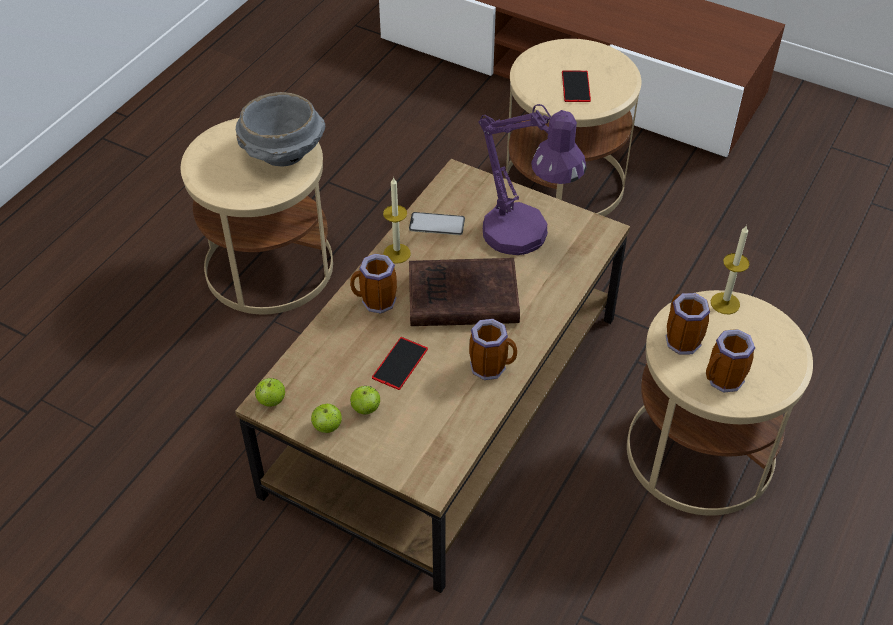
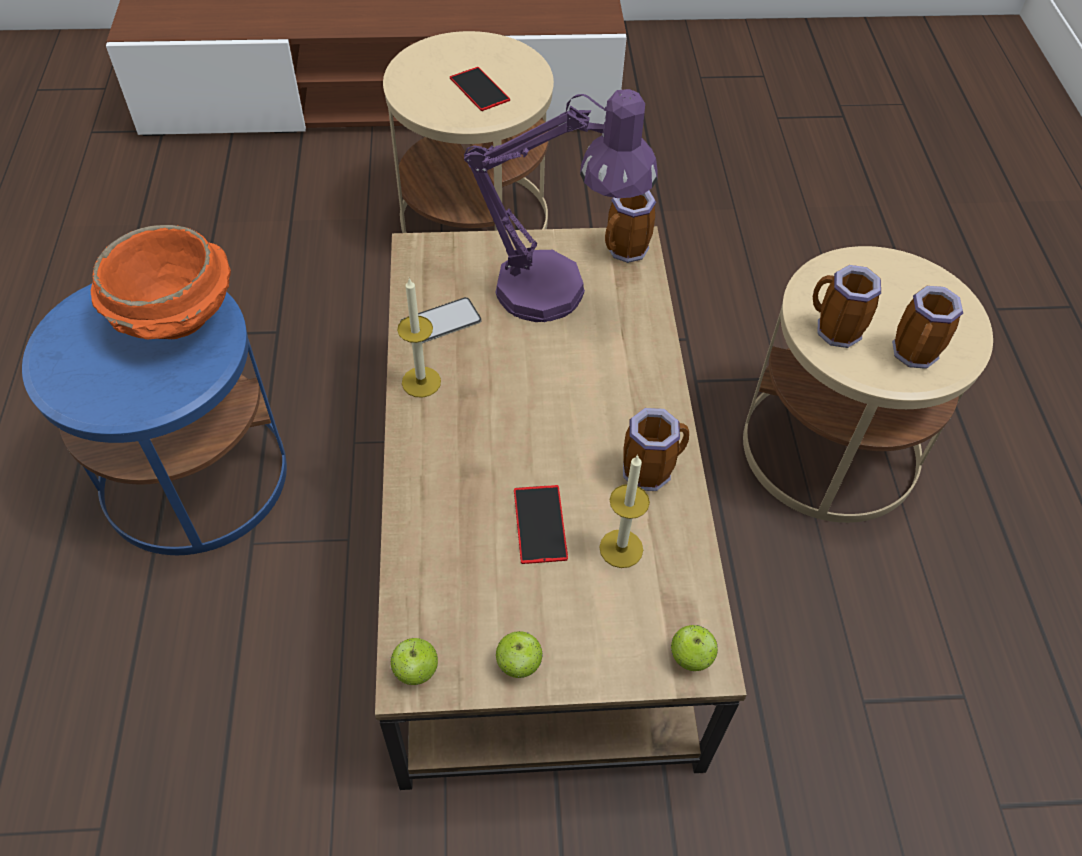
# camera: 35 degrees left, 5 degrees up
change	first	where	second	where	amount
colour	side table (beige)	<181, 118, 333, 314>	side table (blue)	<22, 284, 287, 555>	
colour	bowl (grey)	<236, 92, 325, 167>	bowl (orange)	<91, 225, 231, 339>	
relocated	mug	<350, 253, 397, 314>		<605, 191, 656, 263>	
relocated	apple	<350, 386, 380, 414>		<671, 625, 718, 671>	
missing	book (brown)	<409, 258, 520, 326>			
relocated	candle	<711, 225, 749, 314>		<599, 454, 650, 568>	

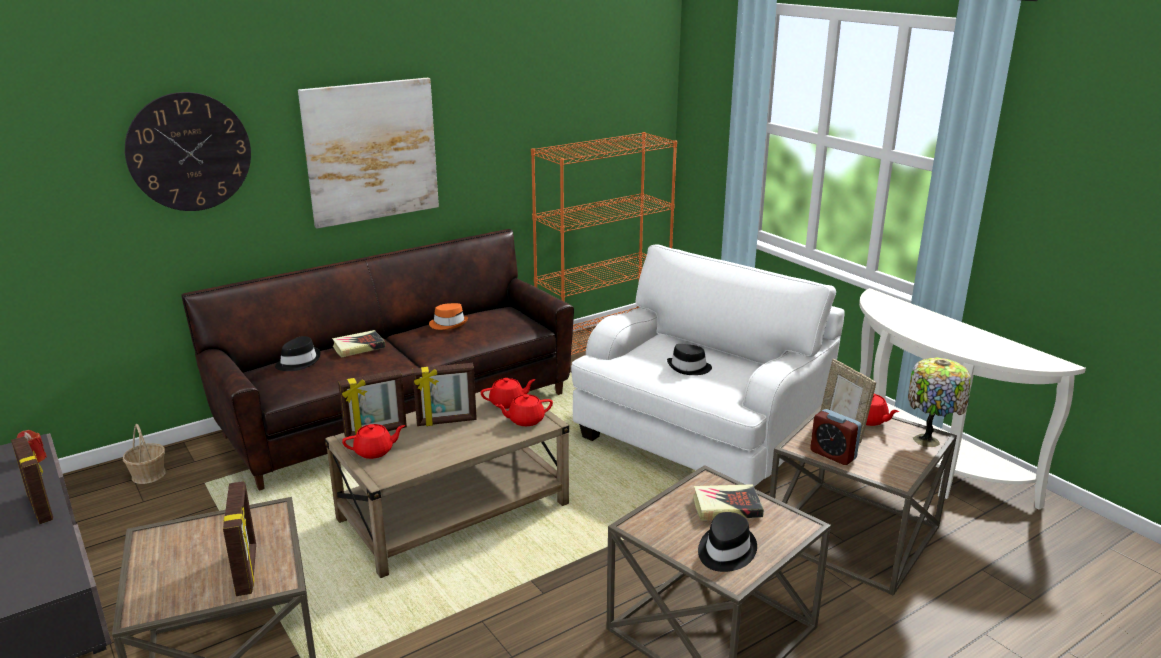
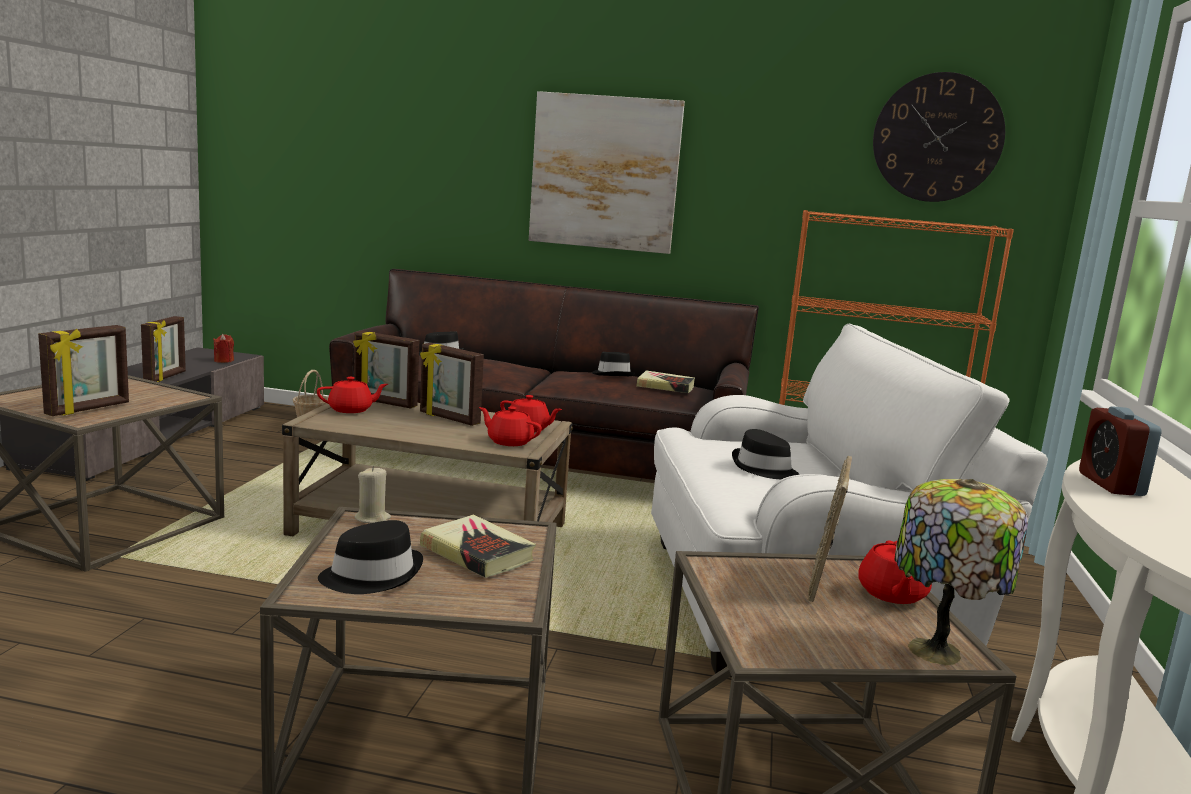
# camera: 45 degrees right, 10 degrees down
change	first	where	second	where	amount
relocated	wall clock	<125, 92, 251, 211>		<873, 72, 1005, 202>	
relocated	book	<332, 330, 385, 358>		<636, 371, 695, 393>	
spun	teapot (red)	<342, 424, 405, 459>		<317, 377, 388, 413>	45 degrees counterclockwise
colour	hat (orange)	<429, 303, 468, 330>	hat (black)	<592, 352, 635, 376>	
relocated	alarm clock	<810, 409, 861, 465>		<1079, 406, 1162, 496>	
appeared			candle (beige)	<354, 466, 391, 523>	

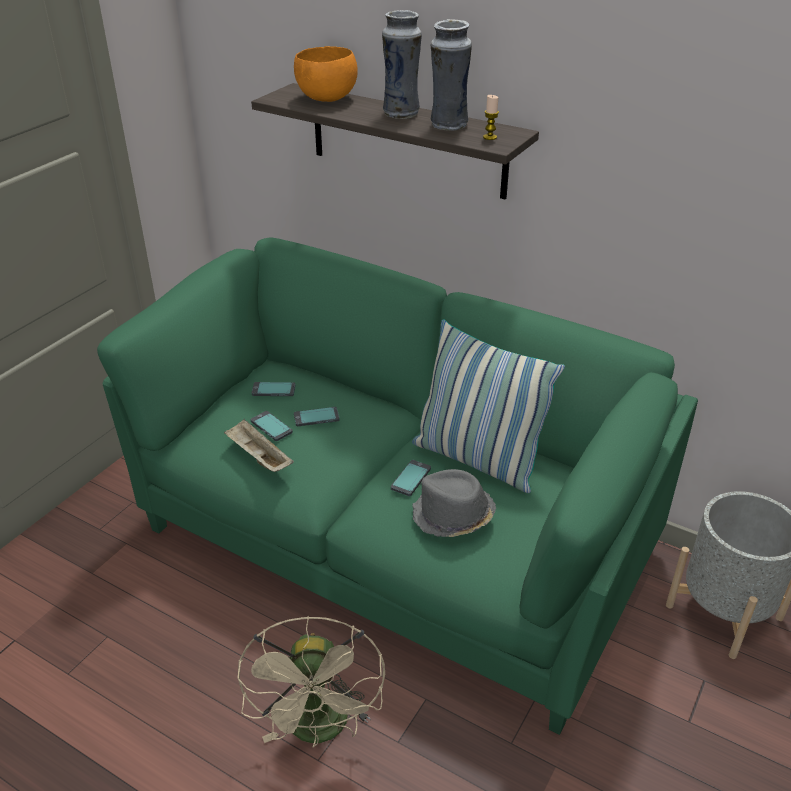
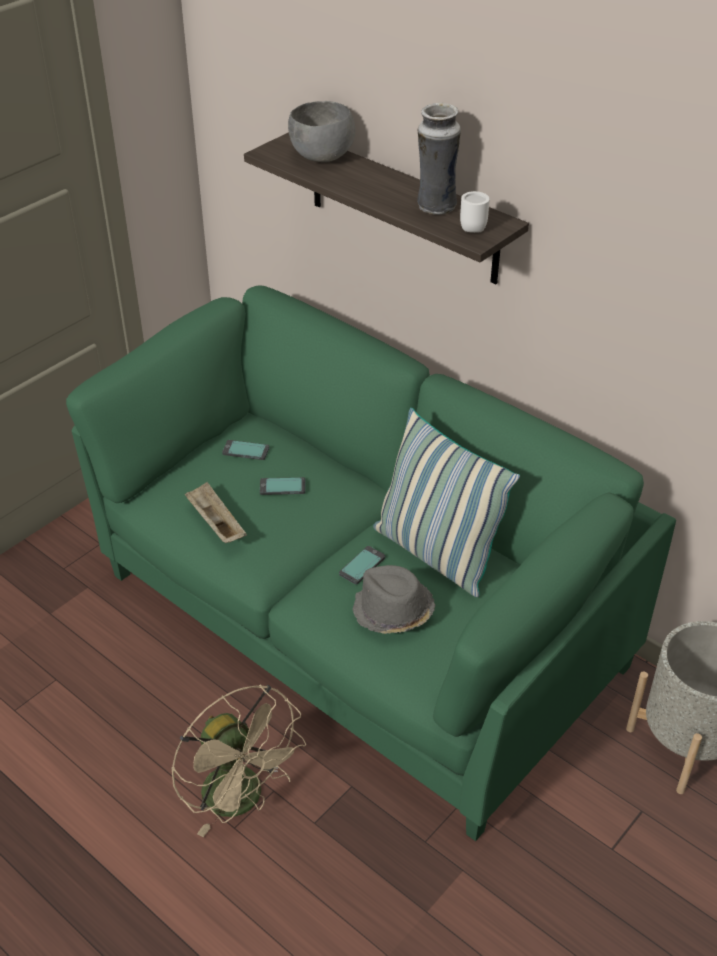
# camera: 10 degrees right, 5 degrees up
change	first	where	second	where	amount
spun	fan (beige)	<237, 616, 385, 748>		<171, 685, 306, 837>	45 degrees counterclockwise
missing	phone	<251, 411, 293, 441>			
colour	bowl (orange)	<294, 46, 358, 102>	bowl (grey)	<288, 101, 355, 162>	
missing	vase	<382, 10, 422, 119>			
exchanged	candle	<483, 95, 499, 140>	mug (white)	<460, 191, 490, 233>	

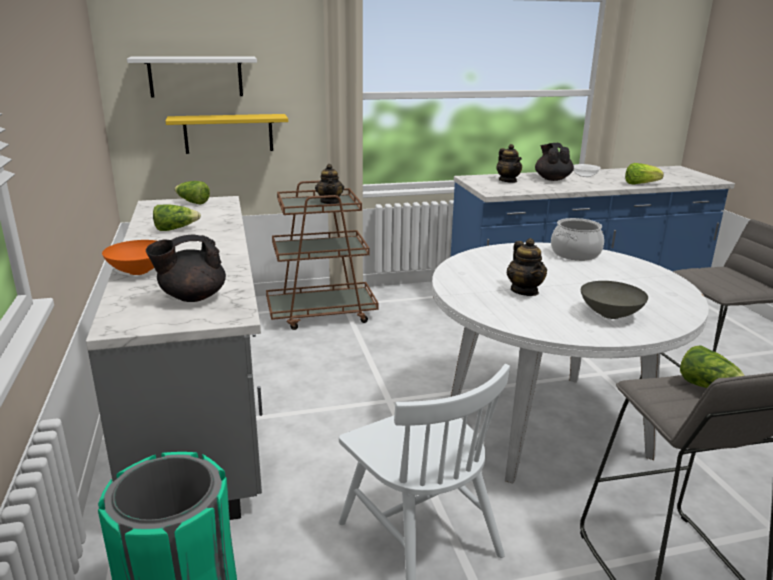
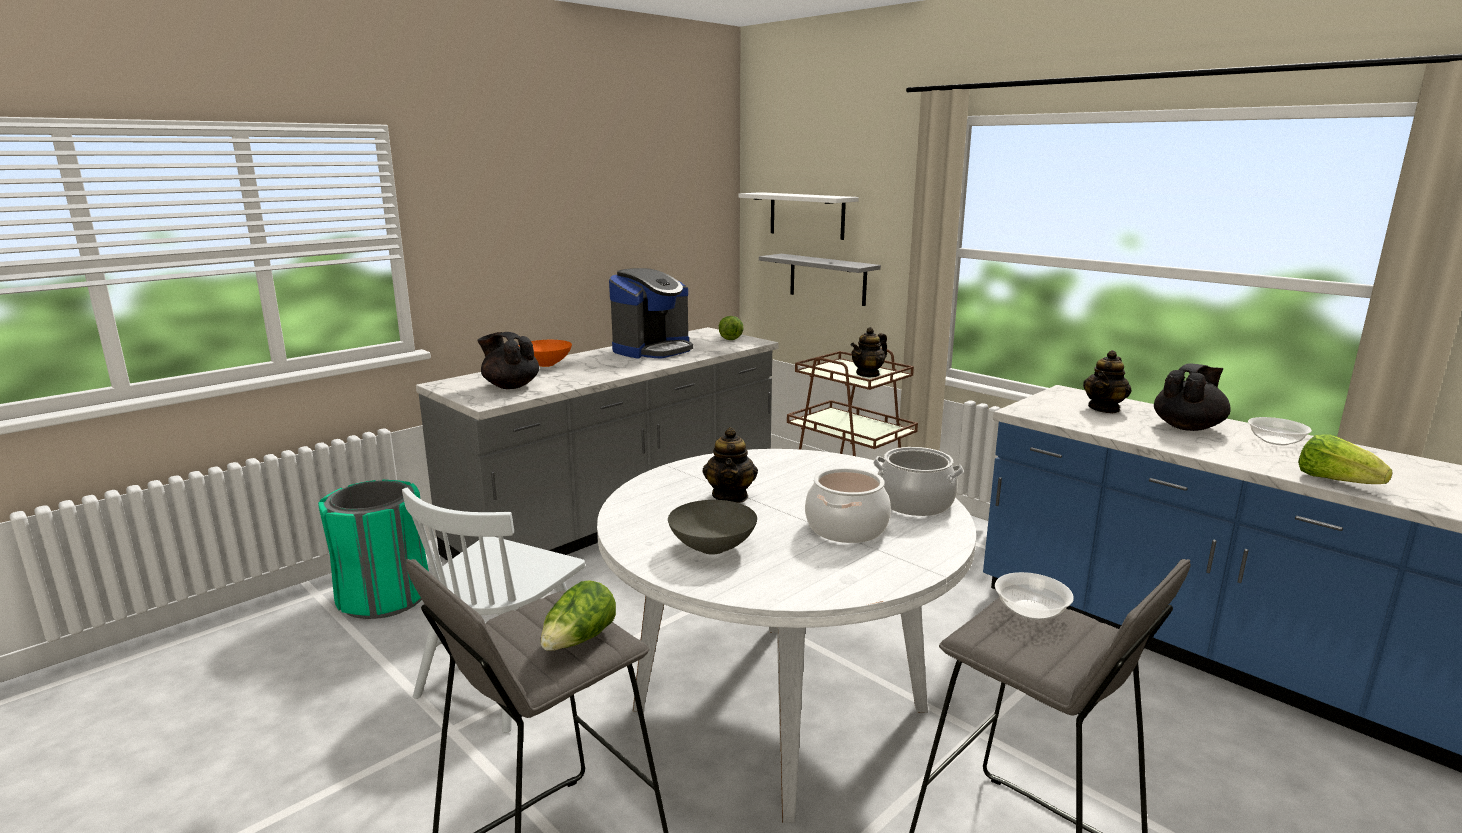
# camera: 60 degrees right, 5 degrees down
change	first	where	second	where	amount
exchanged	lettuce	<153, 204, 201, 231>	coffee machine	<609, 268, 693, 359>	
colour	shelf (yellow)	<166, 114, 288, 154>	shelf (grey)	<759, 254, 881, 306>	
spun	teapot	<506, 238, 547, 296>		<703, 427, 758, 503>	45 degrees counterclockwise
appeared			cooking pot	<805, 467, 891, 543>	
appeared			bowl	<995, 572, 1074, 620>	

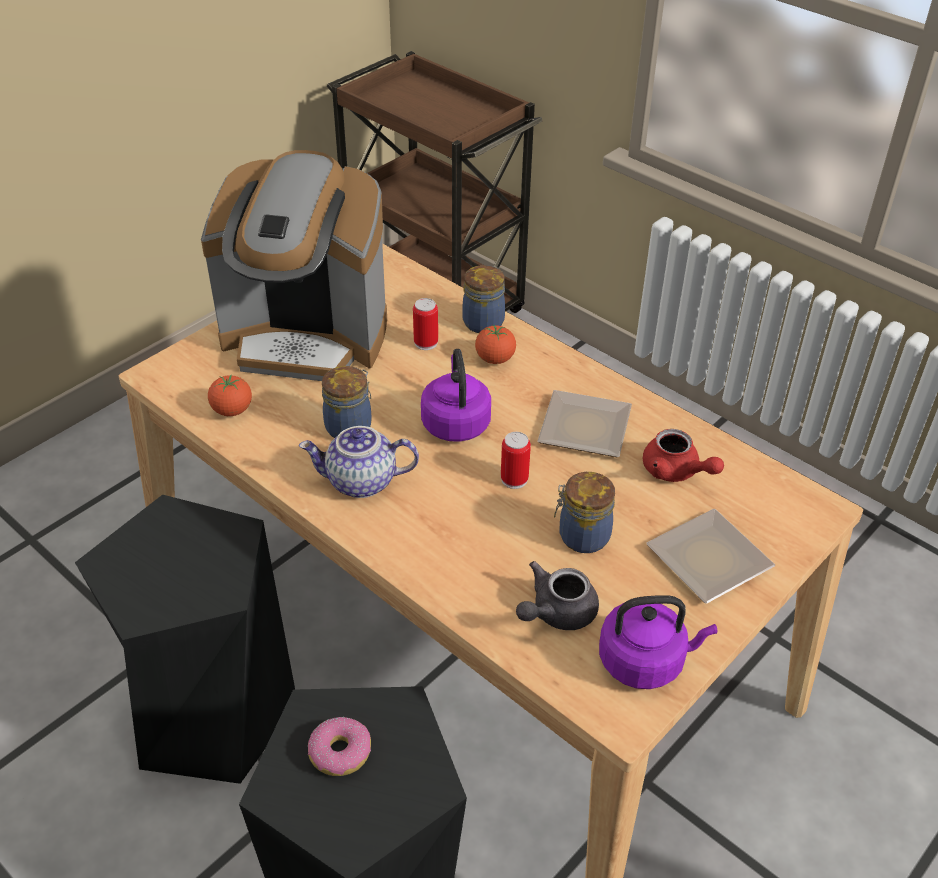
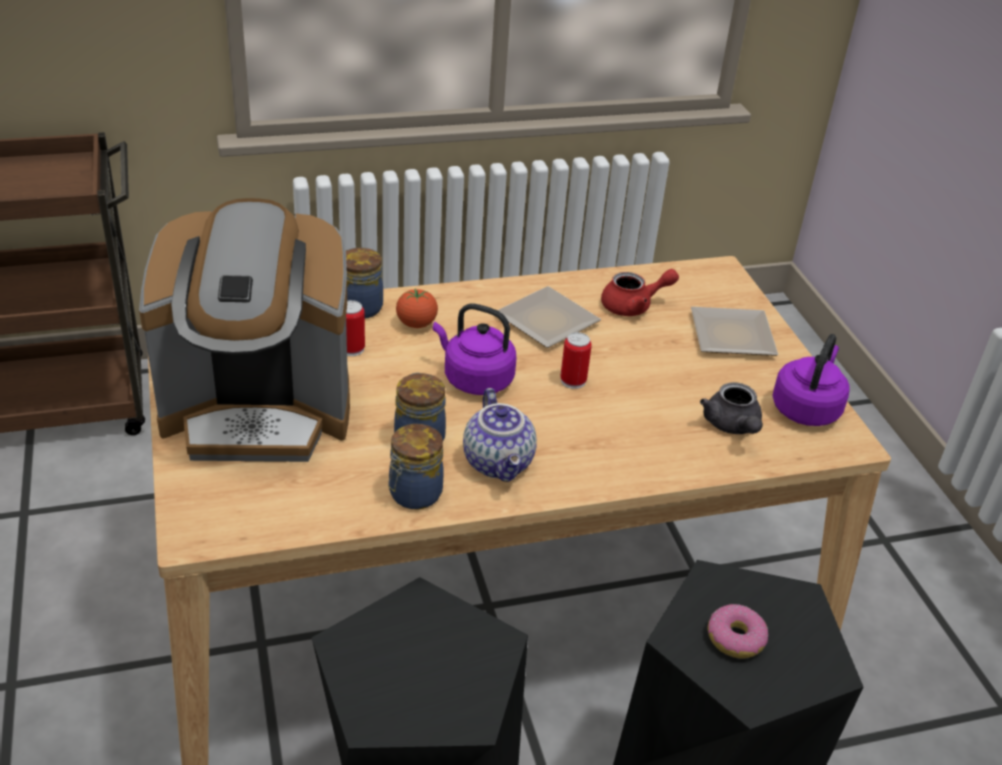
# camera: 60 degrees left, 5 degrees down
change	first	where	second	where	amount
spun	coffee machine	<201, 150, 387, 381>		<139, 198, 350, 462>	45 degrees clockwise
missing	tomato	<208, 374, 252, 416>			
spun	teapot	<299, 426, 419, 498>		<463, 388, 537, 482>	45 degrees counterclockwise
relocated	jar	<554, 472, 615, 553>		<388, 424, 444, 509>	

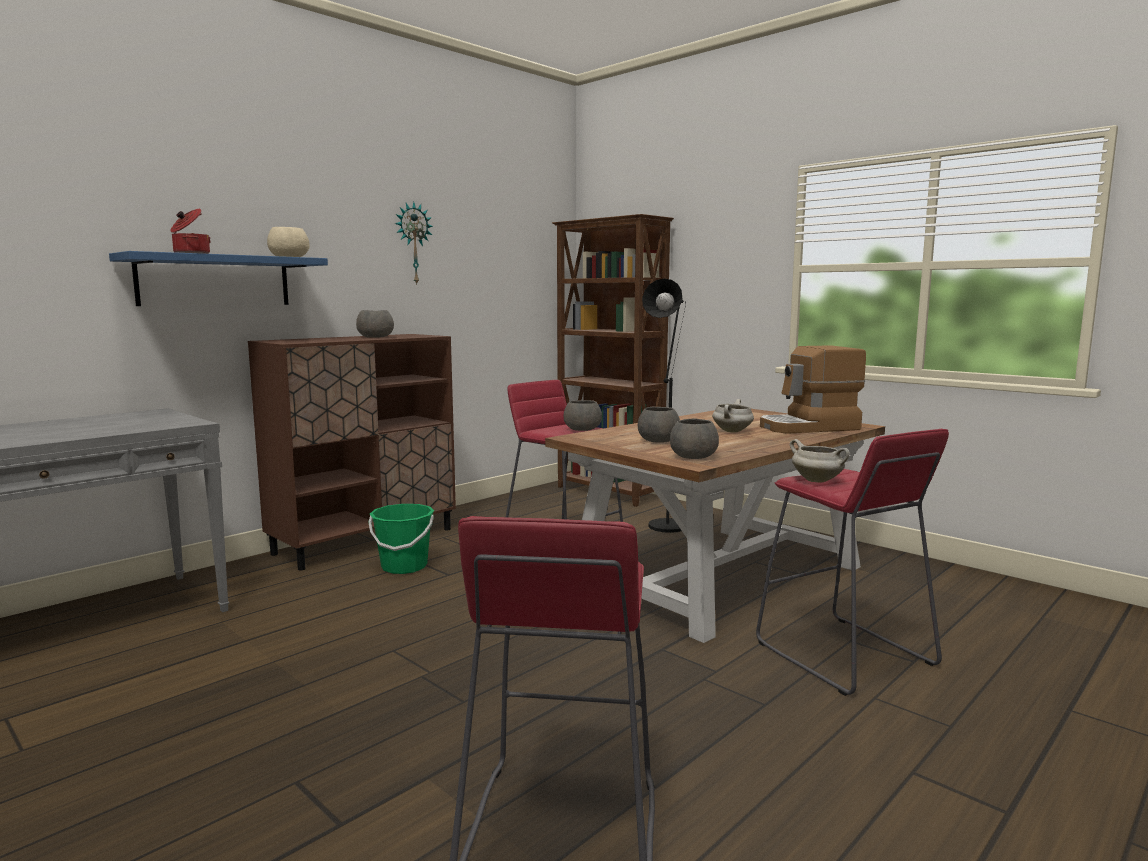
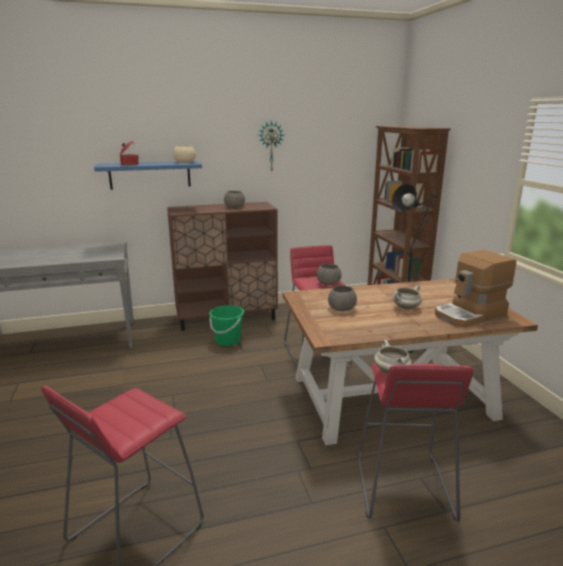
# camera: 30 degrees right, 10 degrees up
change	first	where	second	where	amount
missing	bowl (grey)	<670, 419, 719, 459>			
spun	coffee machine	<760, 345, 866, 434>		<435, 250, 516, 327>	45 degrees counterclockwise

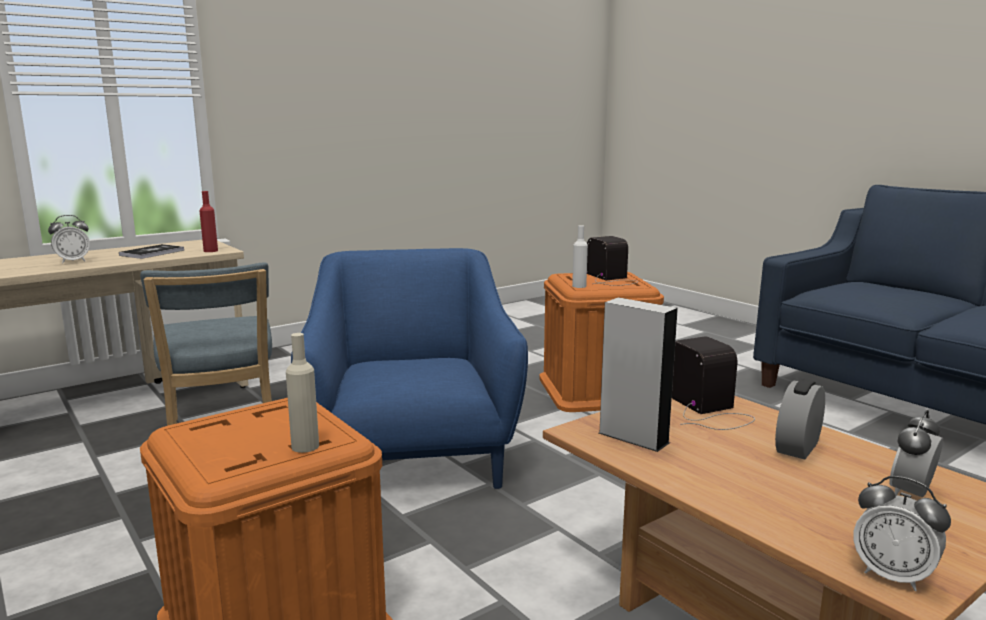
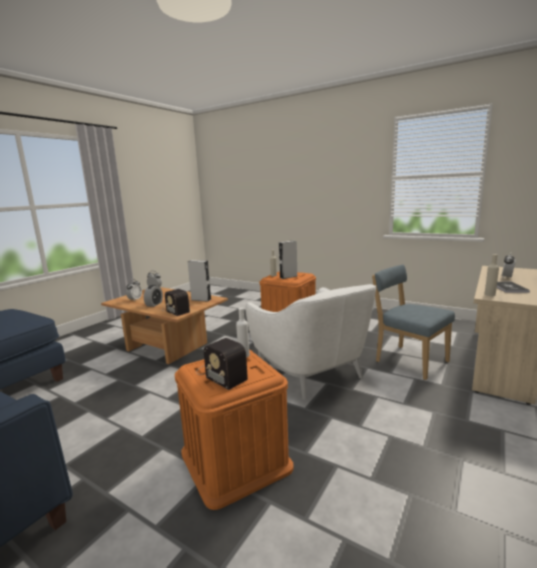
# camera: 160 degrees right, 0 degrees up
change	first	where	second	where	amount
colour	bottle (red)	<199, 191, 218, 252>	bottle (beige)	<485, 254, 499, 296>	
colour	armchair (blue)	<291, 248, 528, 489>	armchair (white)	<246, 284, 376, 400>	
appeared			speaker (grey)	<279, 240, 297, 279>	

